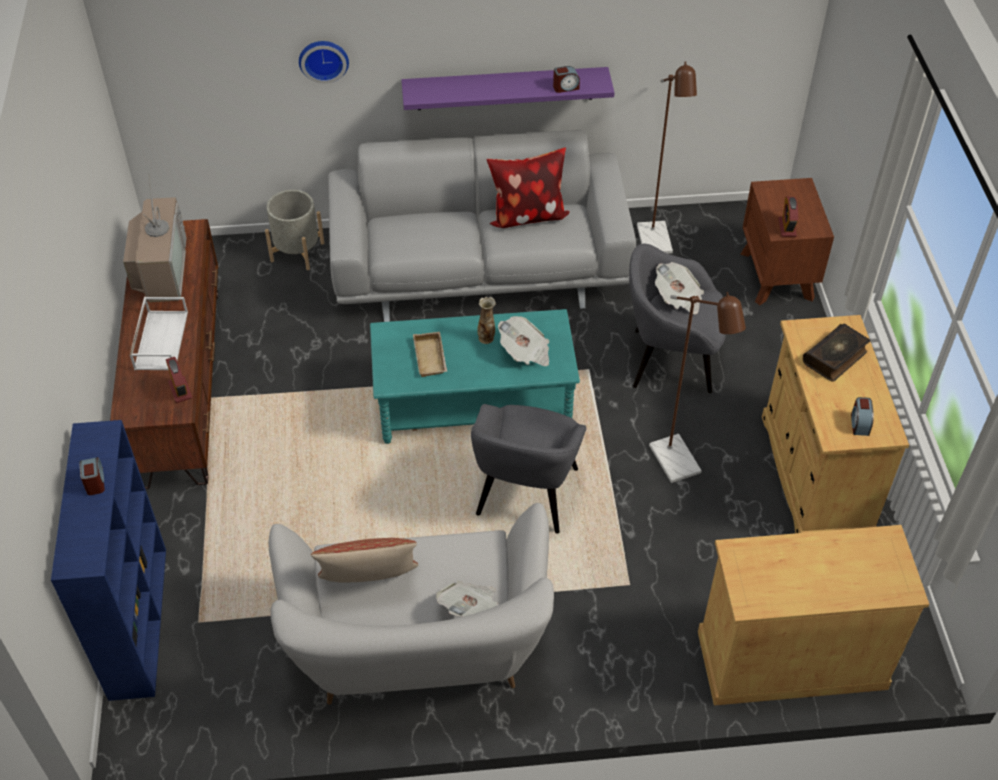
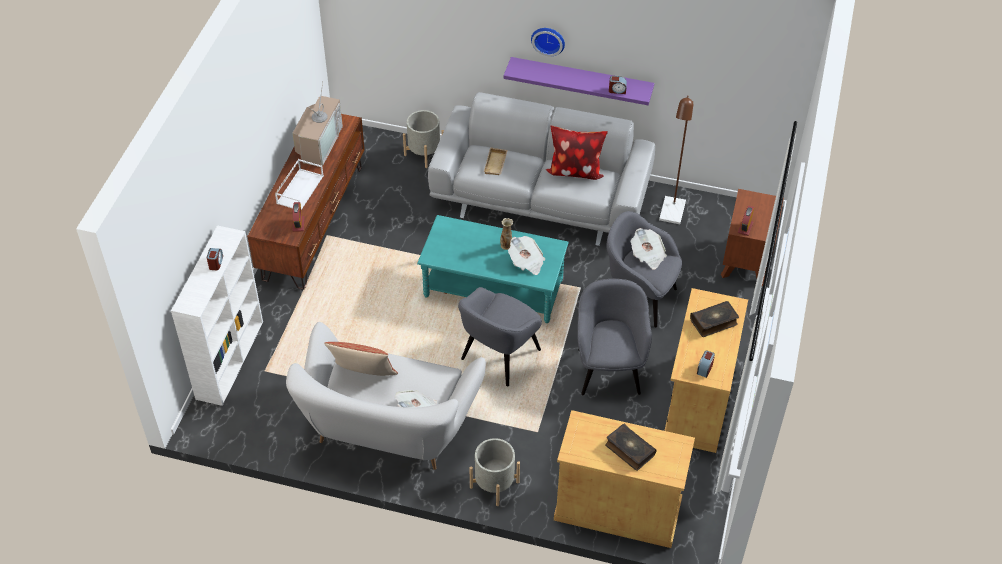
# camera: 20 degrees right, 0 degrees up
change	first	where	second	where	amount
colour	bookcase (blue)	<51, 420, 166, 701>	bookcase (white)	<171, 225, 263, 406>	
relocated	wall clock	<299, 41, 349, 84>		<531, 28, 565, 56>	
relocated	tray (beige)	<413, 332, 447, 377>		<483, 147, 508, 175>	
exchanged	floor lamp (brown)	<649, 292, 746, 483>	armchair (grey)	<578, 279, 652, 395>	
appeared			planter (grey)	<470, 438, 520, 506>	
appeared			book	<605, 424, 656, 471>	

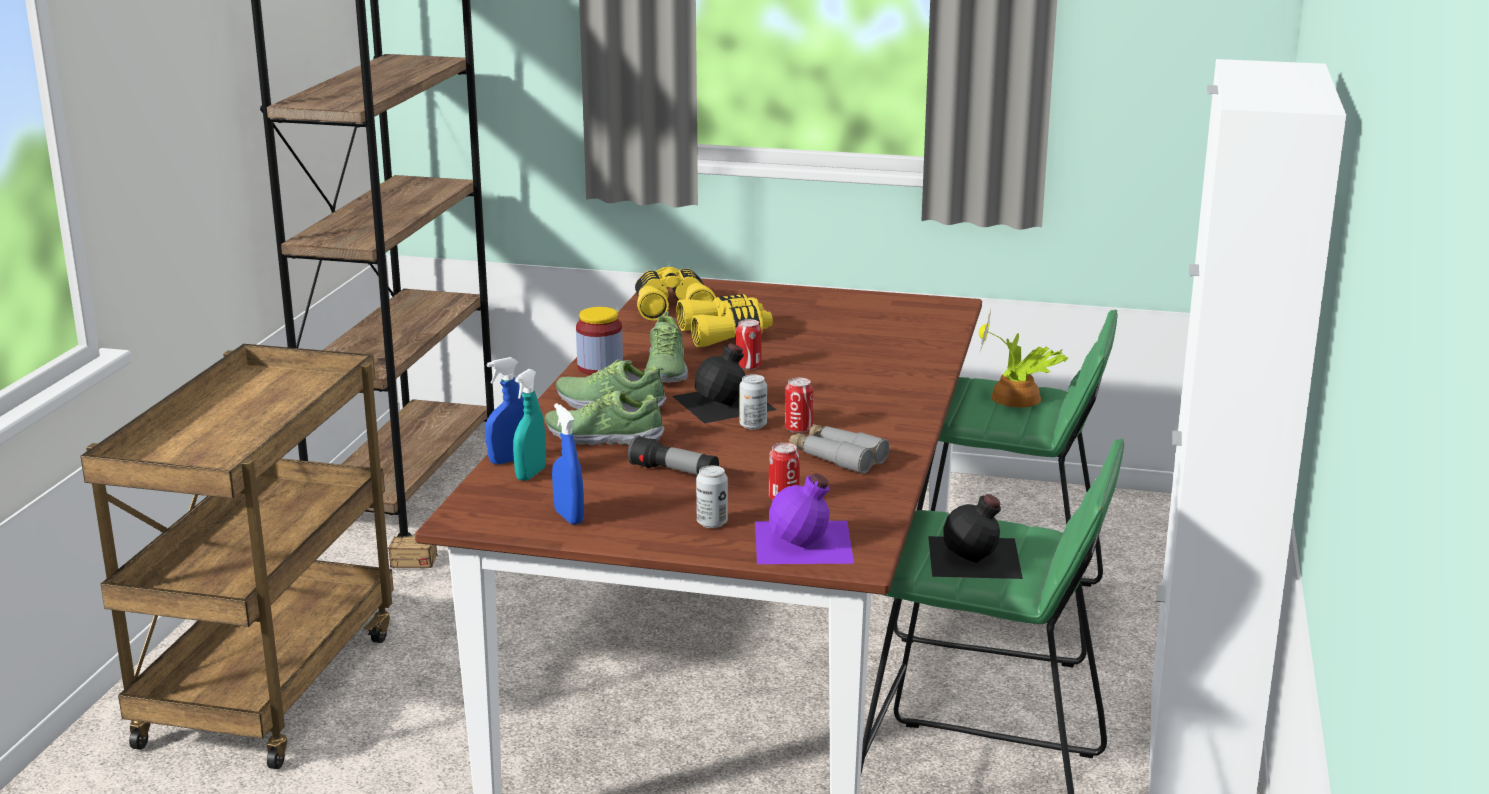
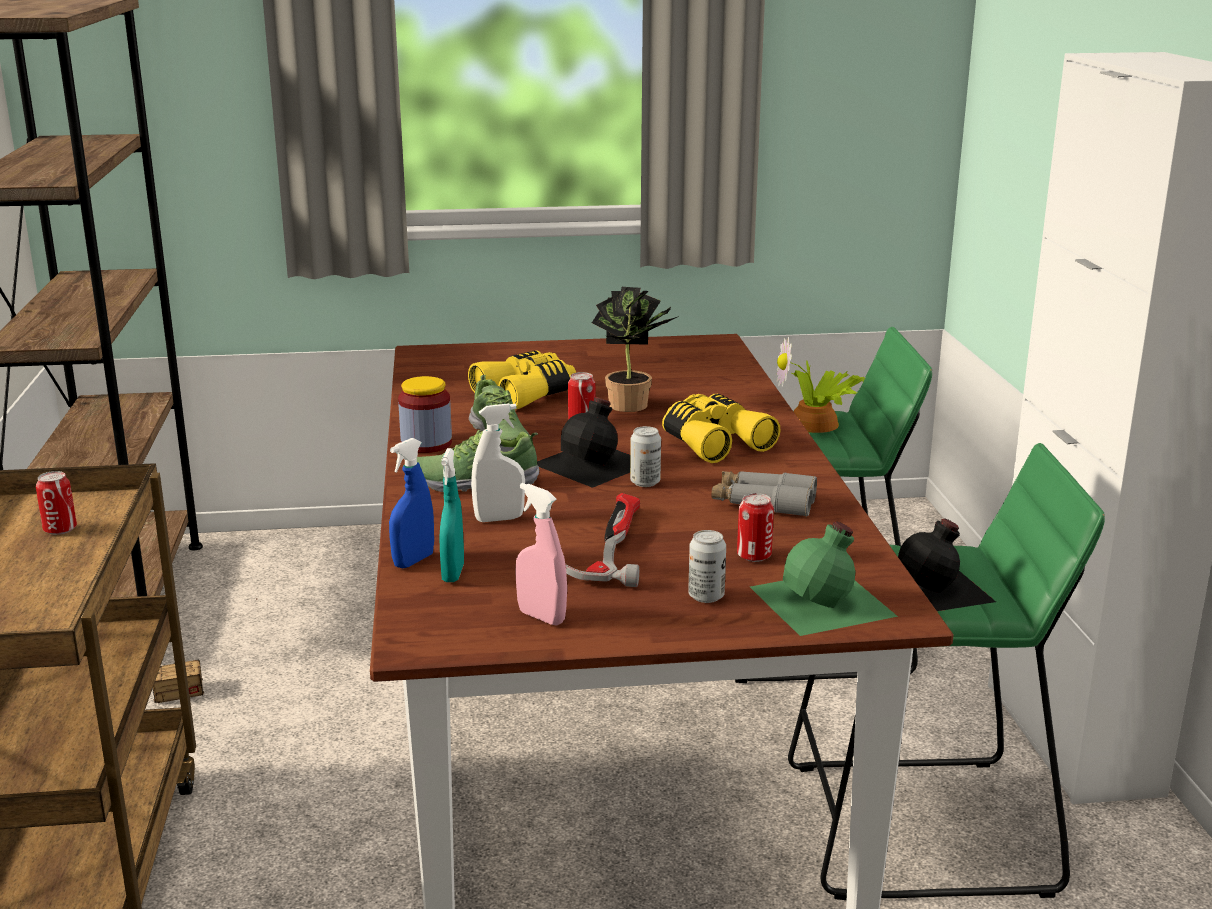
# camera: 20 degrees left, 0 degrees up
change	first	where	second	where	amount
exchanged	shoe	<545, 390, 664, 446>	spray bottle (white)	<471, 403, 525, 522>	
colour	spray bottle (blue)	<552, 403, 584, 525>	spray bottle (pink)	<516, 483, 567, 626>	
exchanged	flashlight	<628, 435, 719, 475>	hammer	<565, 493, 640, 587>	
relocated	binoculars (yellow)	<635, 267, 716, 321>		<662, 394, 780, 463>	
colour	bottle (purple)	<755, 474, 854, 564>	bottle (green)	<750, 521, 898, 636>	
relocated	can	<785, 378, 813, 433>		<36, 471, 77, 535>	
appeared			potted plant	<592, 287, 679, 412>	

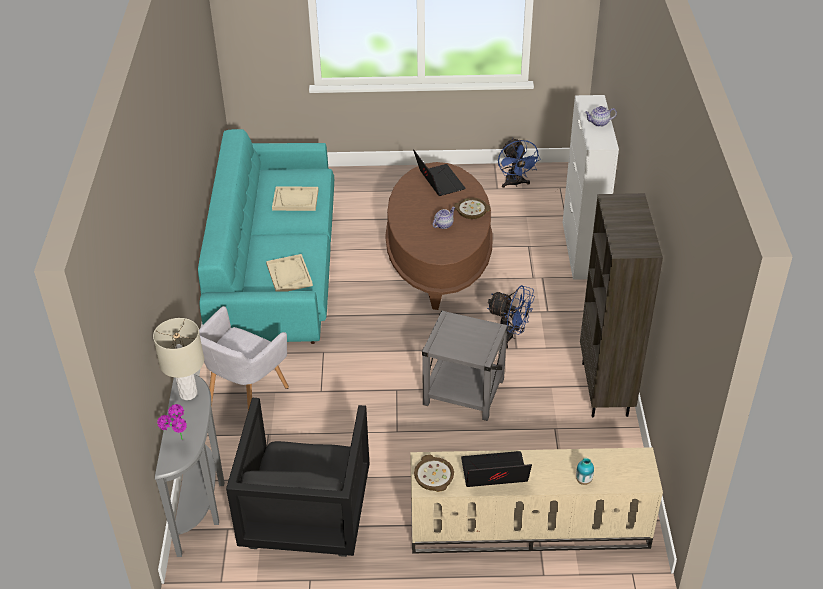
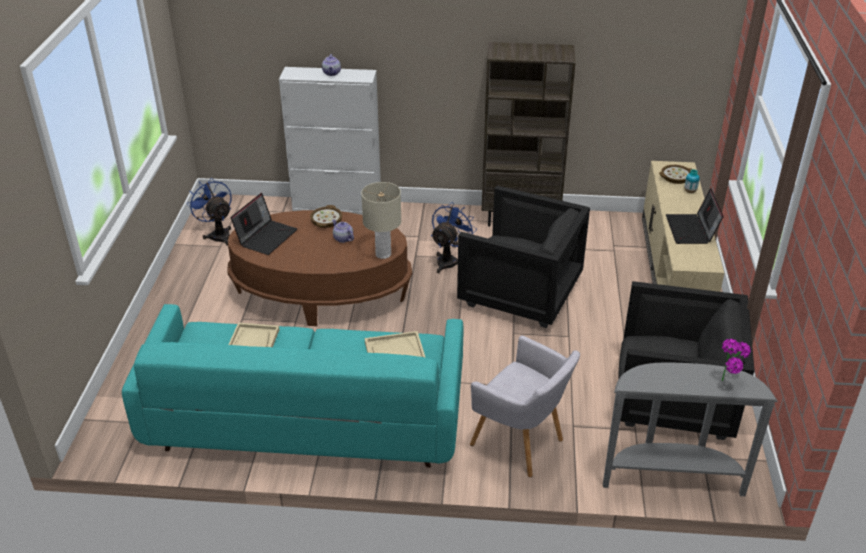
# camera: 85 degrees left, 5 degrees down
change	first	where	second	where	amount
relocated	table lamp (beige)	<153, 318, 204, 400>		<361, 182, 401, 259>	
spun	laptop	<413, 150, 466, 196>		<231, 193, 297, 255>	135 degrees clockwise
relocated	bowl	<414, 455, 454, 492>		<659, 165, 692, 184>	
exchanged	side table (grey)	<422, 311, 508, 421>	armchair (black)	<457, 186, 590, 328>	
spun	fan (blue)	<498, 138, 541, 188>		<186, 179, 232, 246>	120 degrees counterclockwise

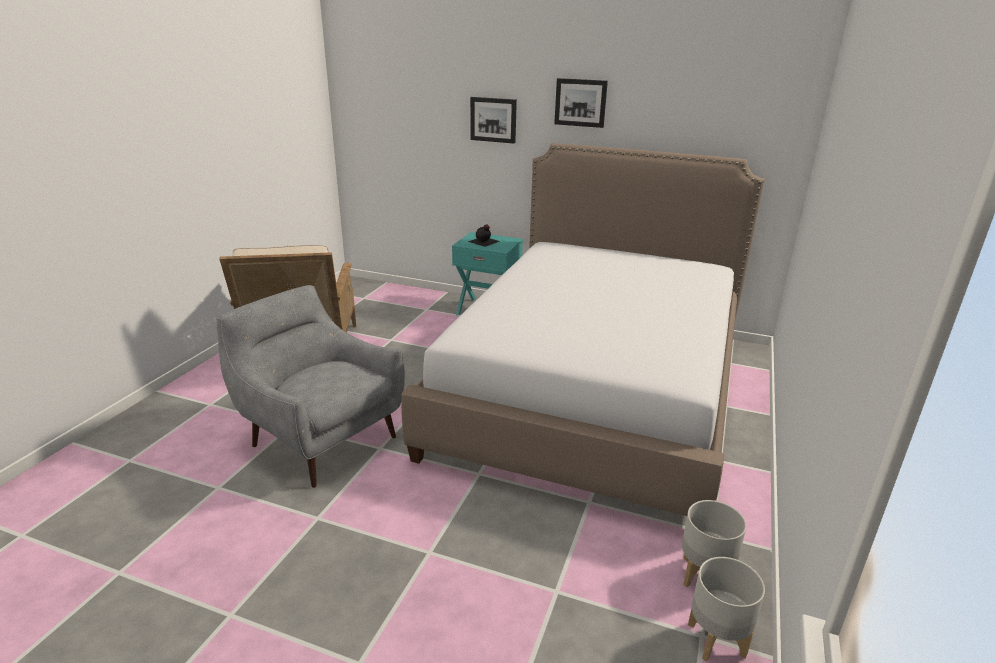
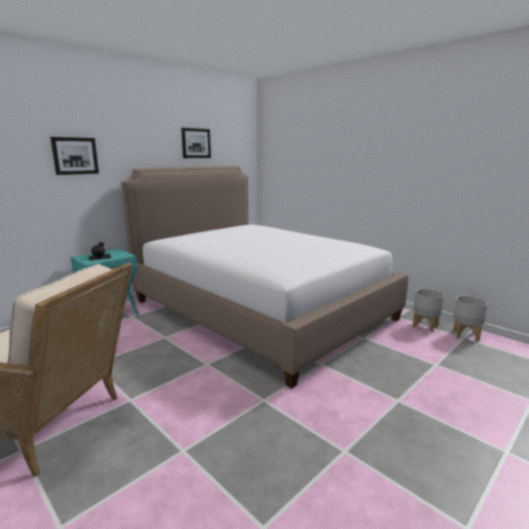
# camera: 65 degrees left, 10 degrees down
change	first	where	second	where	amount
missing	armchair (grey)	<216, 285, 405, 488>			
relocated	picture	<554, 78, 608, 128>		<181, 128, 211, 158>	

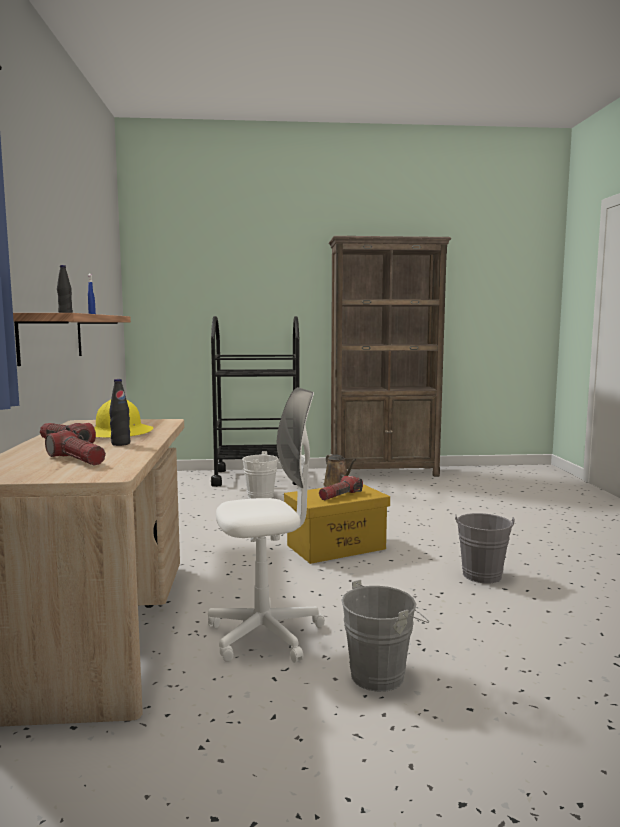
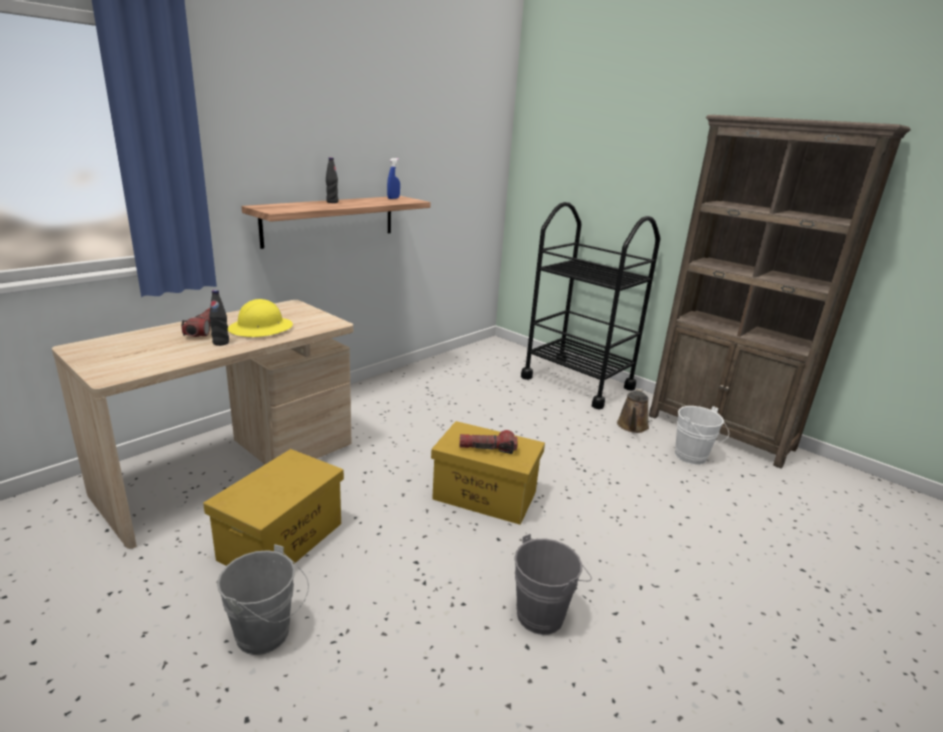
# camera: 45 degrees right, 15 degrees up
change	first	where	second	where	amount
missing	flashlight	<45, 430, 106, 465>			
exchanged	office chair (white)	<208, 387, 325, 663>	storage box (yellow)	<203, 449, 344, 566>	
relocated	bucket (white)	<242, 451, 284, 499>		<675, 406, 729, 465>	

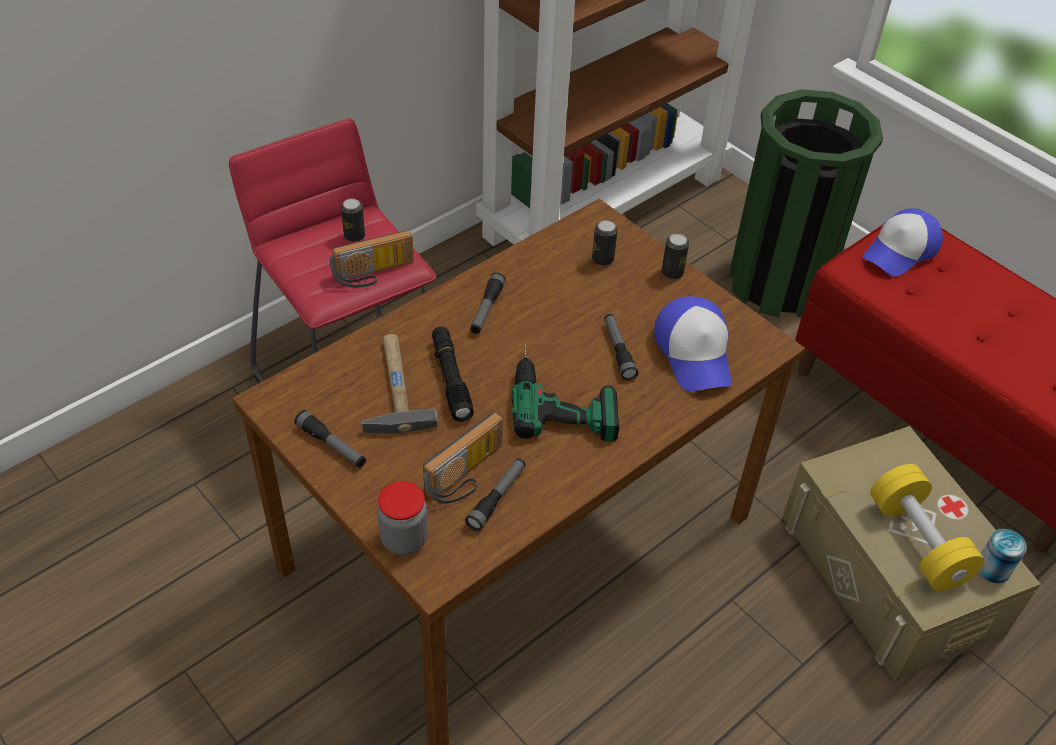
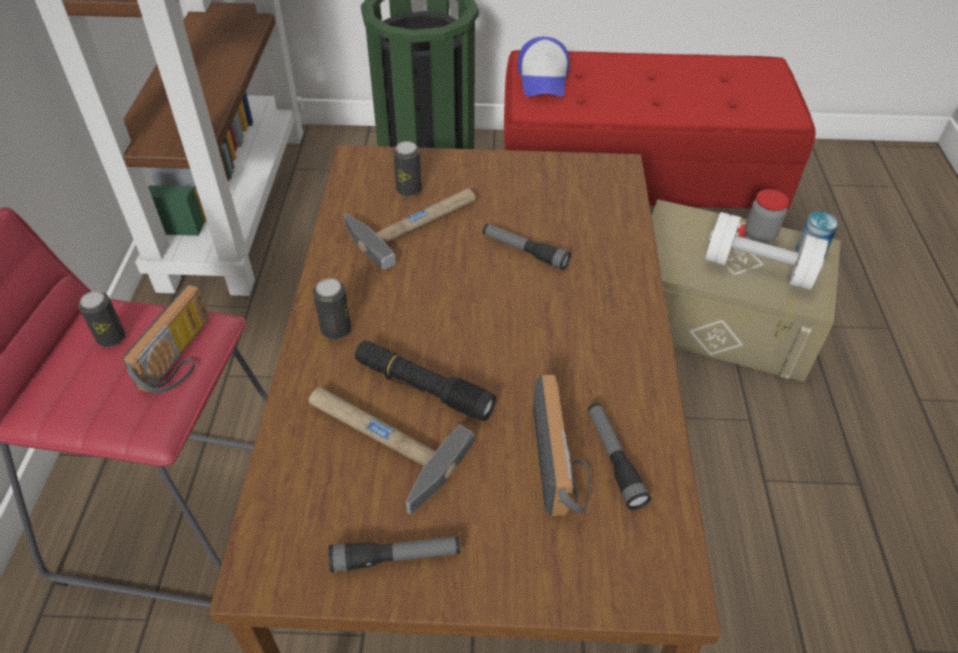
# camera: 45 degrees left, 0 degrees up
change	first	where	second	where	amount
relocated	jar	<377, 481, 428, 555>		<745, 189, 789, 244>	
missing	flashlight	<470, 272, 506, 334>			
missing	power drill	<511, 343, 620, 441>			
missing	cap	<654, 296, 731, 392>			
relocated	can	<661, 233, 689, 279>		<313, 278, 351, 339>	
colour	dumbbell (yellow)	<870, 464, 985, 591>	dumbbell (white)	<705, 212, 828, 290>	
appeared			hammer	<344, 188, 476, 270>	

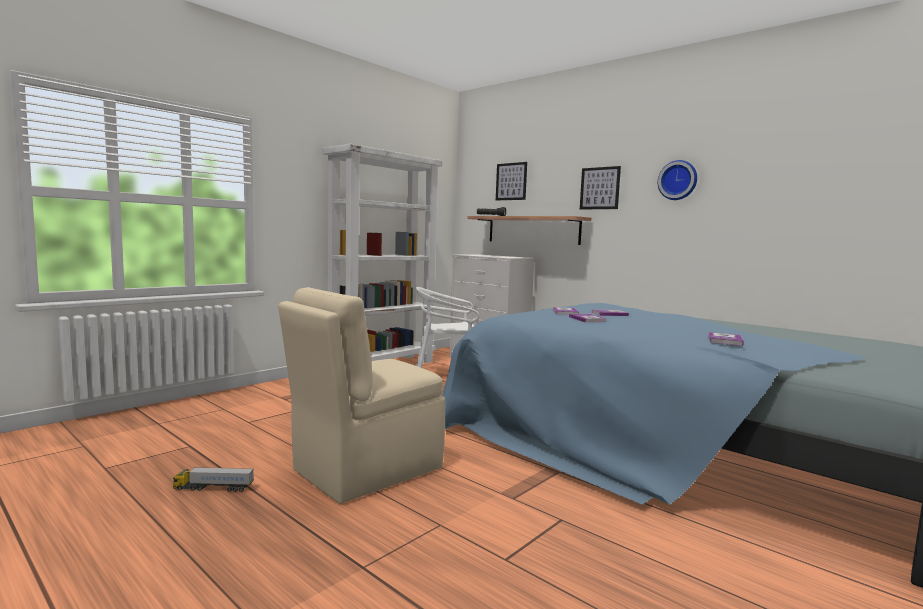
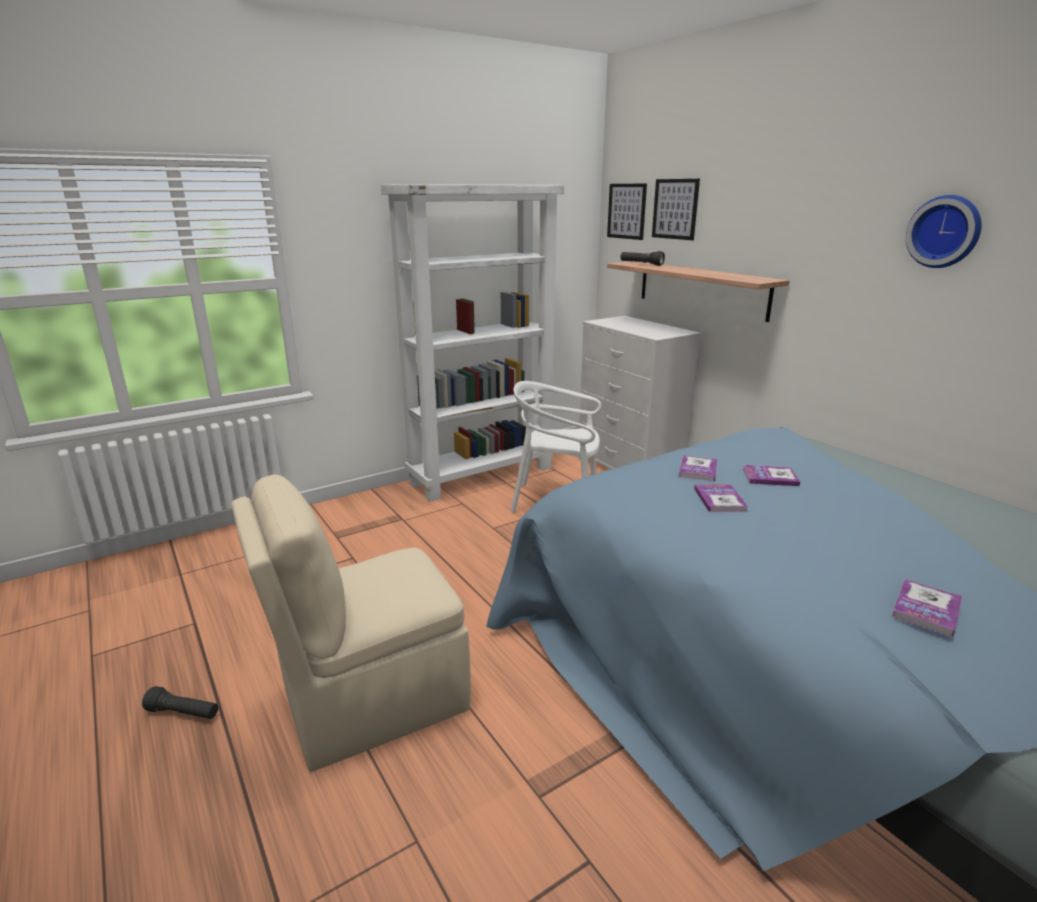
# camera: 15 degrees right, 15 degrees up
change	first	where	second	where	amount
exchanged	toy truck	<173, 467, 254, 492>	flashlight (black)	<142, 686, 218, 719>	
relocated	picture	<580, 166, 621, 209>		<607, 183, 647, 240>	

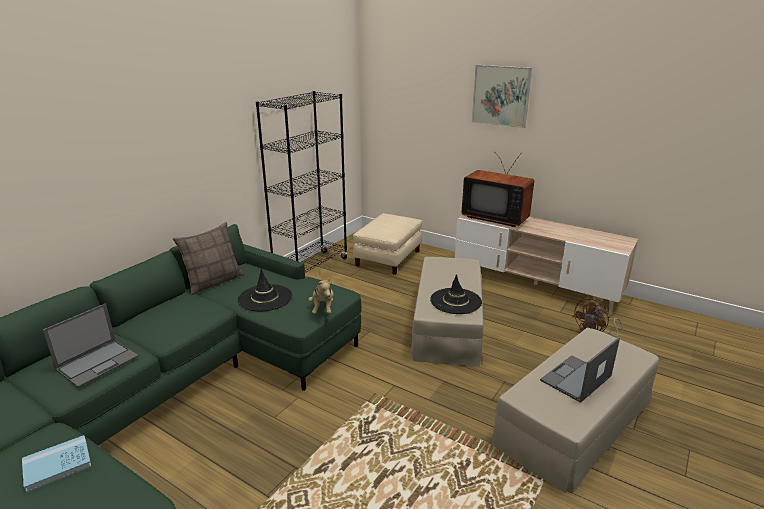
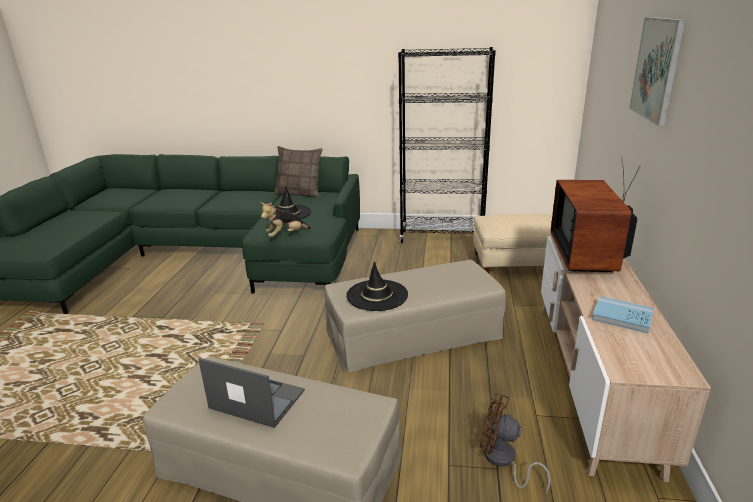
# camera: 65 degrees right, 0 degrees up
change	first	where	second	where	amount
relocated	book (blue)	<22, 435, 91, 493>		<592, 296, 654, 334>	
missing	laptop	<43, 303, 139, 388>			

